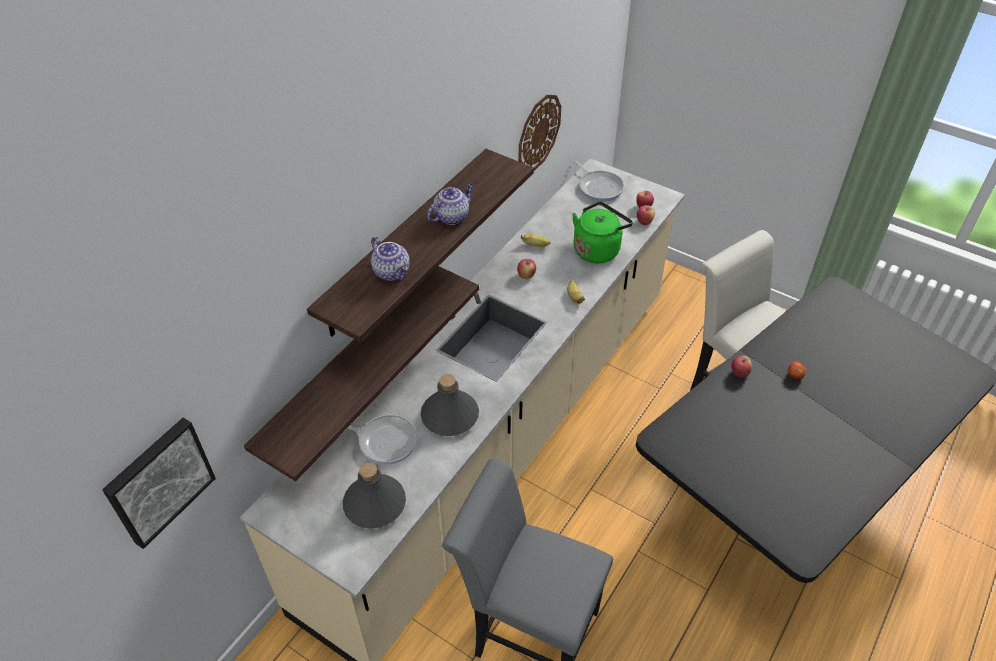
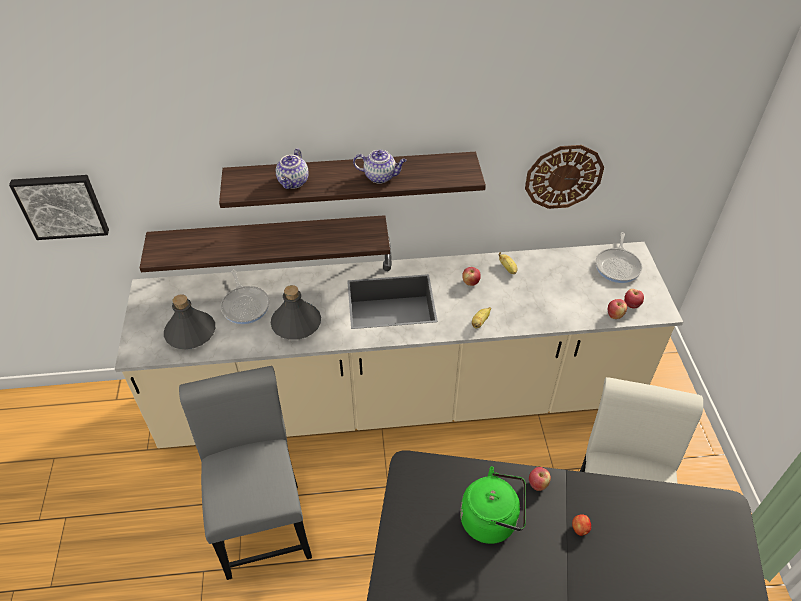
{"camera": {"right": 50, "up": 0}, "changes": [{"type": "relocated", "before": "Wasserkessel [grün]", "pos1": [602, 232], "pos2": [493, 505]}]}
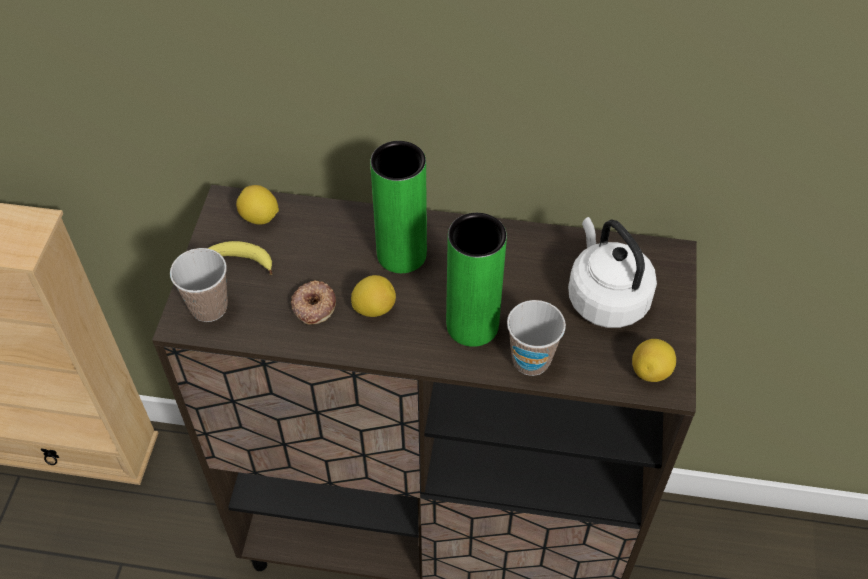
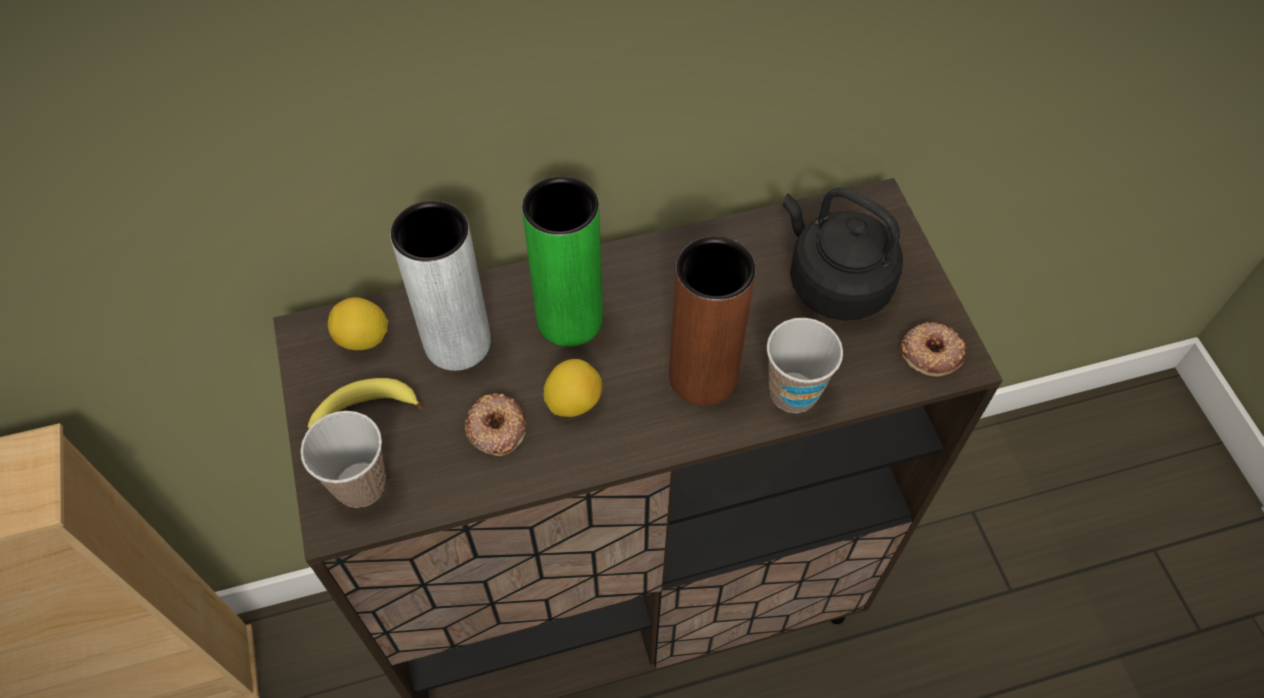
{"camera": {"right": -25, "up": 5}, "changes": [{"type": "appeared", "after": "Vase [grau]", "pos2": [440, 285]}, {"type": "colour", "before": "Vase [grün]", "after": "Vase [braun]", "pos1": [476, 280], "pos2": [712, 321]}, {"type": "colour", "before": "Wasserkessel [weiß]", "after": "Wasserkessel [schwarz]", "pos1": [612, 272], "pos2": [843, 254]}, {"type": "exchanged", "before": "Zitrone", "after": "Donut", "pos1": [654, 360], "pos2": [933, 349]}]}
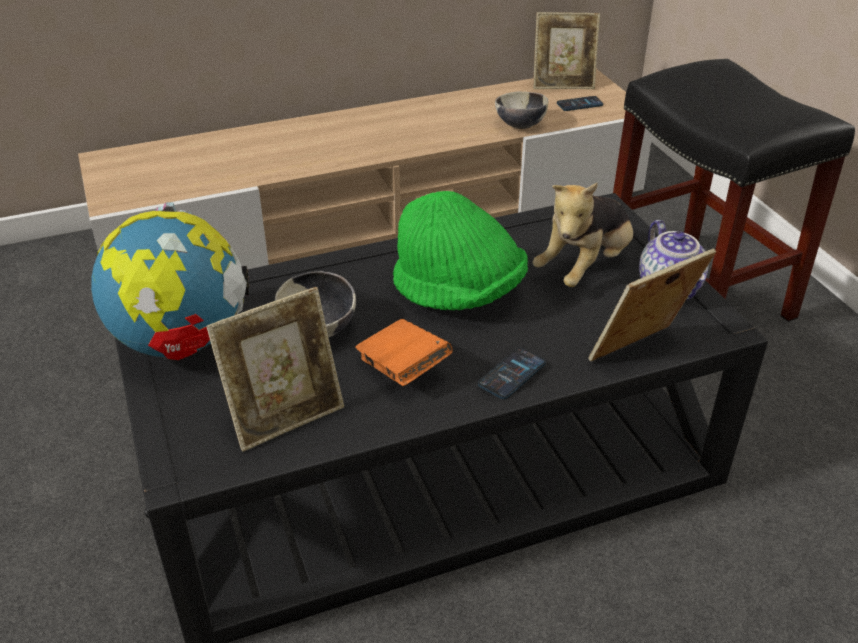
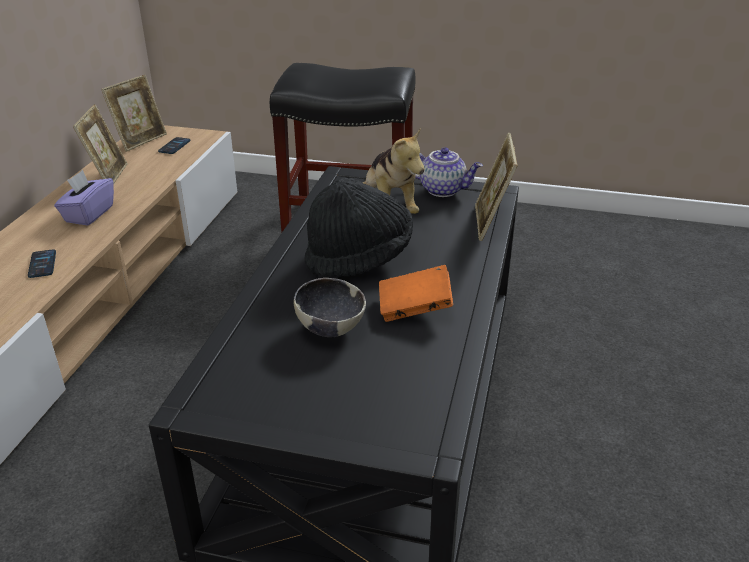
{"camera": {"right": -55, "up": -5}, "changes": [{"type": "relocated", "before": "Handy", "pos1": [512, 373], "pos2": [42, 263]}, {"type": "appeared", "after": "Taschentuchbox [lila]", "pos2": [84, 198]}, {"type": "relocated", "before": "Bilderrahmen", "pos1": [275, 369], "pos2": [100, 144]}, {"type": "colour", "before": "Hut [grün]", "after": "Hut [schwarz]", "pos1": [460, 250], "pos2": [358, 227]}, {"type": "missing", "before": "Globus", "pos1": [170, 281]}, {"type": "missing", "before": "Schüssel", "pos1": [522, 110]}]}
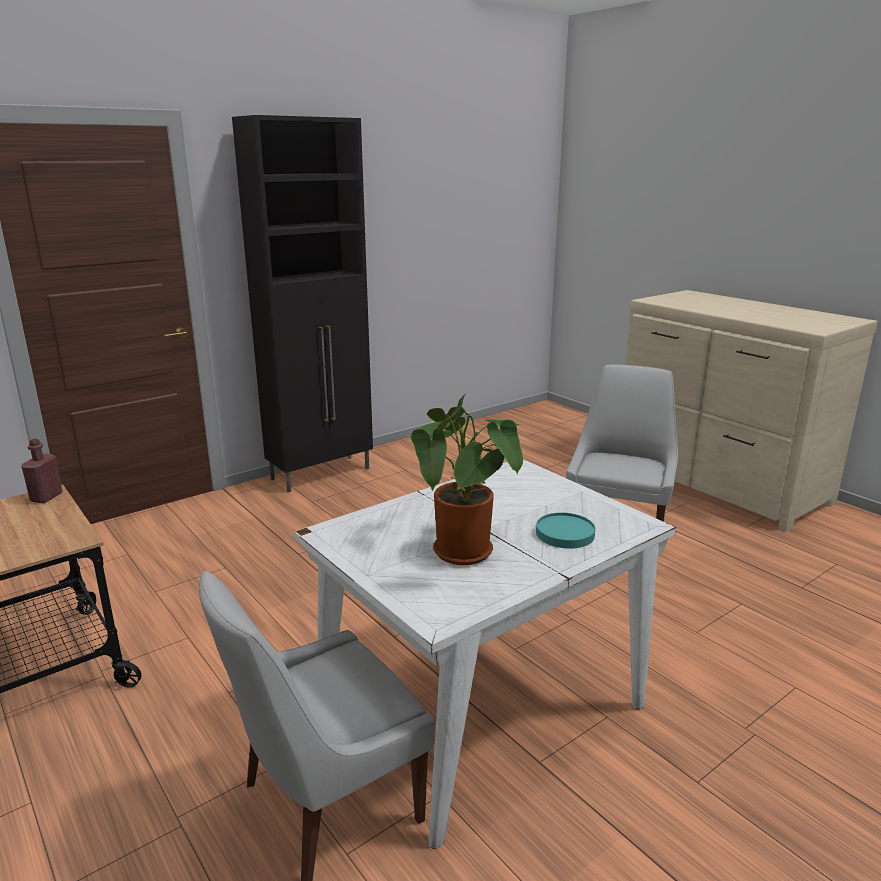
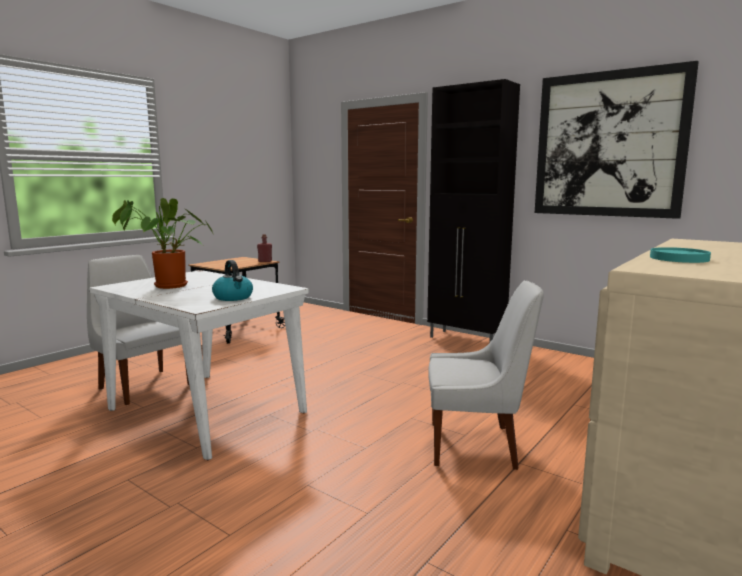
{"camera": {"right": 75, "up": -10}, "changes": [{"type": "appeared", "after": "Wasserkessel", "pos2": [232, 280]}, {"type": "appeared", "after": "Bild", "pos2": [617, 140]}, {"type": "relocated", "before": "Teller [türkis]", "pos1": [565, 531], "pos2": [680, 255]}]}
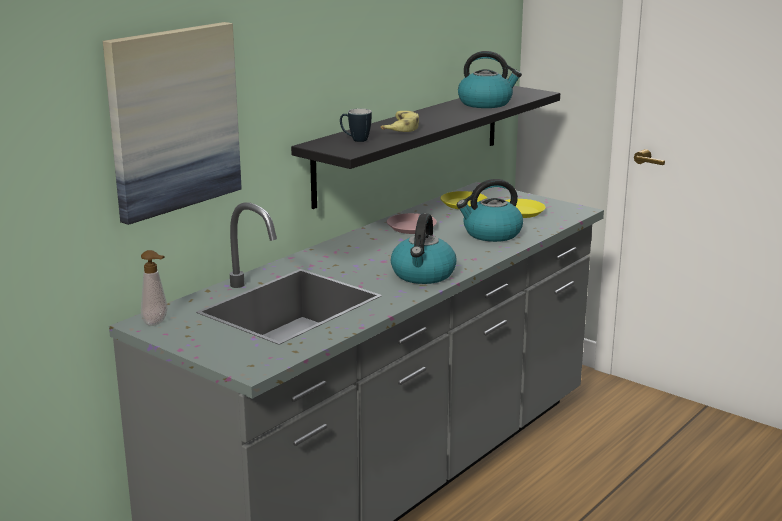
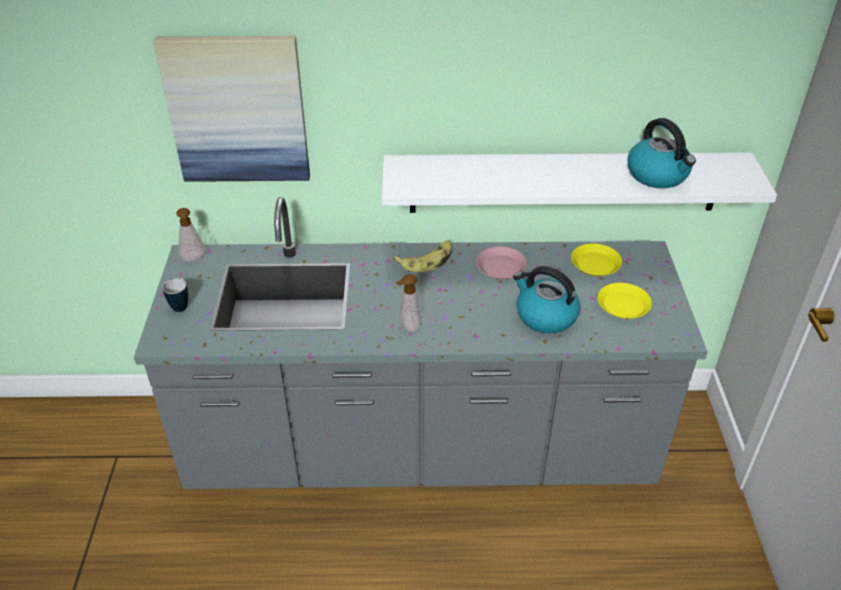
{"camera": {"right": 50, "up": 20}, "changes": [{"type": "relocated", "before": "Henkelbecher", "pos1": [356, 125], "pos2": [175, 295]}, {"type": "colour", "before": "Wandregal [schwarz]", "after": "Wandregal [weiß]", "pos1": [425, 147], "pos2": [579, 183]}, {"type": "relocated", "before": "Banane", "pos1": [400, 121], "pos2": [422, 256]}, {"type": "exchanged", "before": "Wasserkessel", "after": "Seifenspender", "pos1": [423, 248], "pos2": [408, 303]}]}
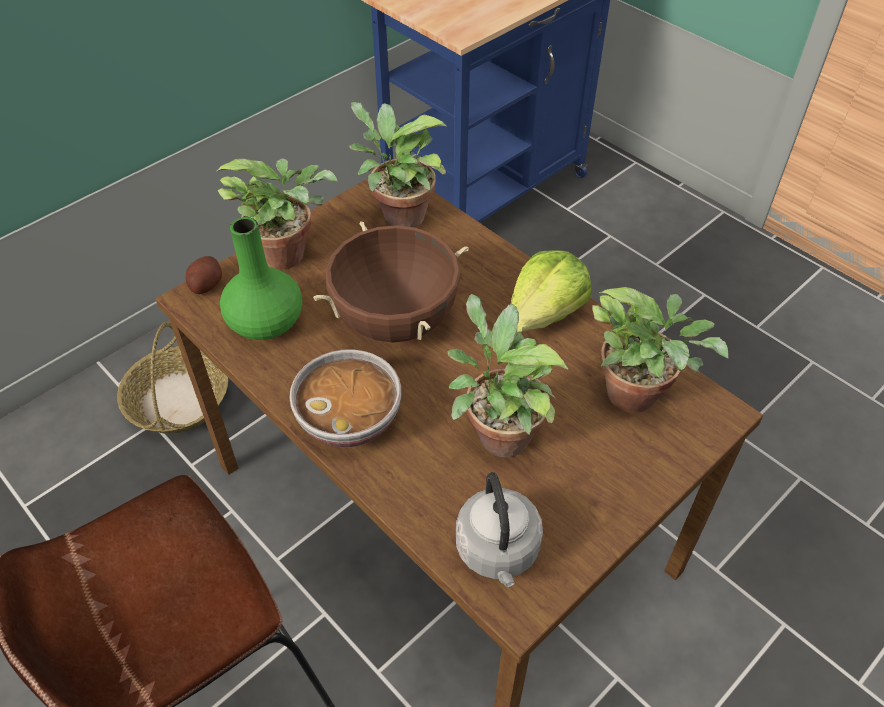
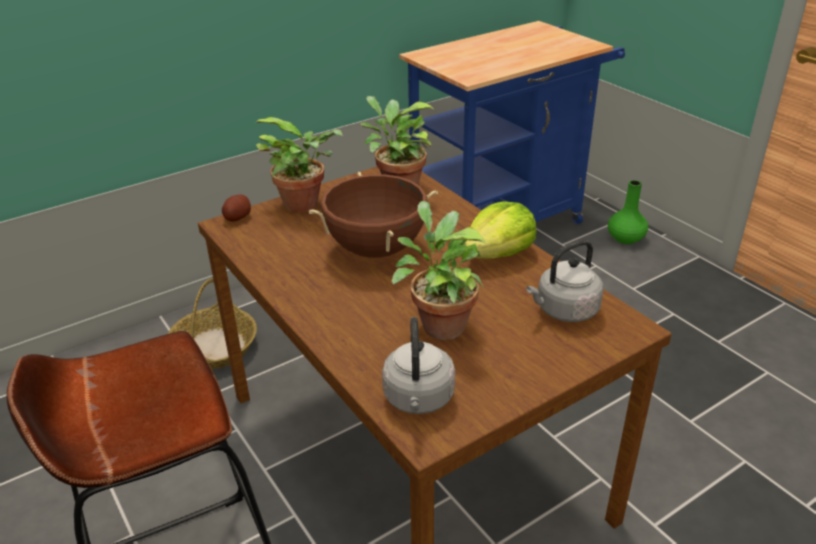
{"camera": {"right": 10, "up": -15}, "changes": [{"type": "exchanged", "before": "Topfpflanze", "after": "Wasserkessel [grau]", "pos1": [660, 350], "pos2": [565, 281]}, {"type": "relocated", "before": "Vase [grün]", "pos1": [261, 278], "pos2": [628, 212]}, {"type": "missing", "before": "Schüssel", "pos1": [345, 398]}]}
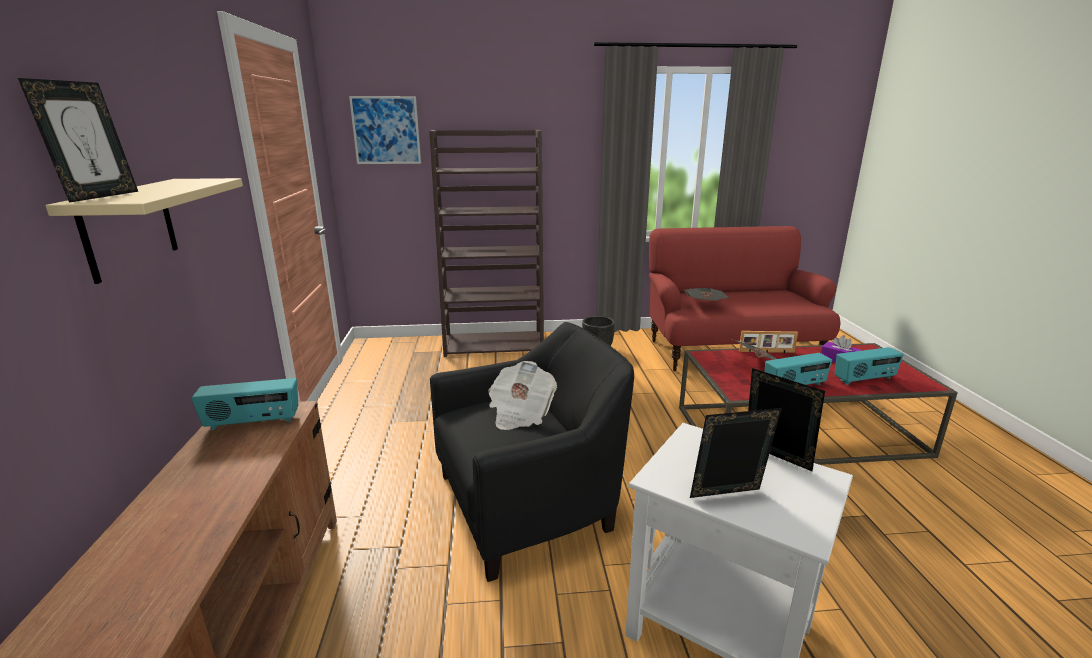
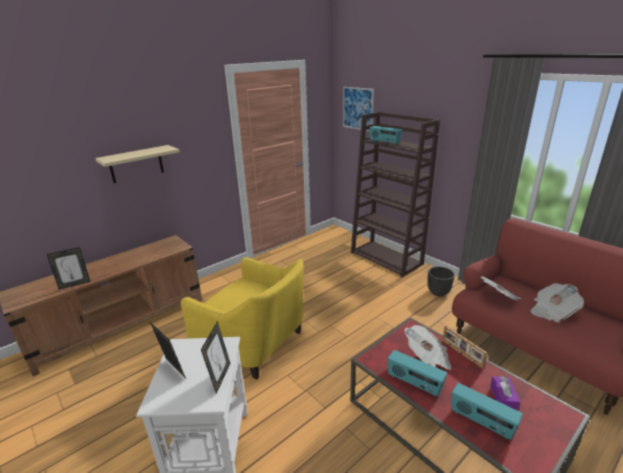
{"camera": {"right": 55, "up": 5}, "changes": [{"type": "relocated", "before": "Bilderrahmen", "pos1": [78, 140], "pos2": [69, 268]}, {"type": "colour", "before": "Sessel [schwarz]", "after": "Sessel [gelb]", "pos1": [532, 452], "pos2": [242, 318]}, {"type": "relocated", "before": "Radio", "pos1": [244, 404], "pos2": [385, 135]}, {"type": "relocated", "before": "Zeitung", "pos1": [522, 395], "pos2": [557, 303]}]}
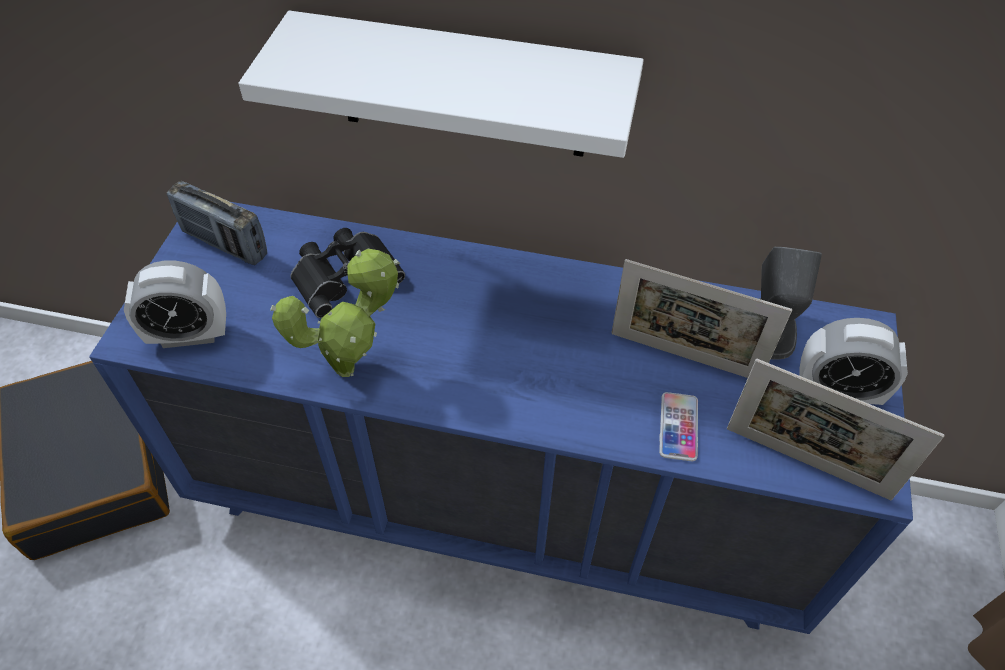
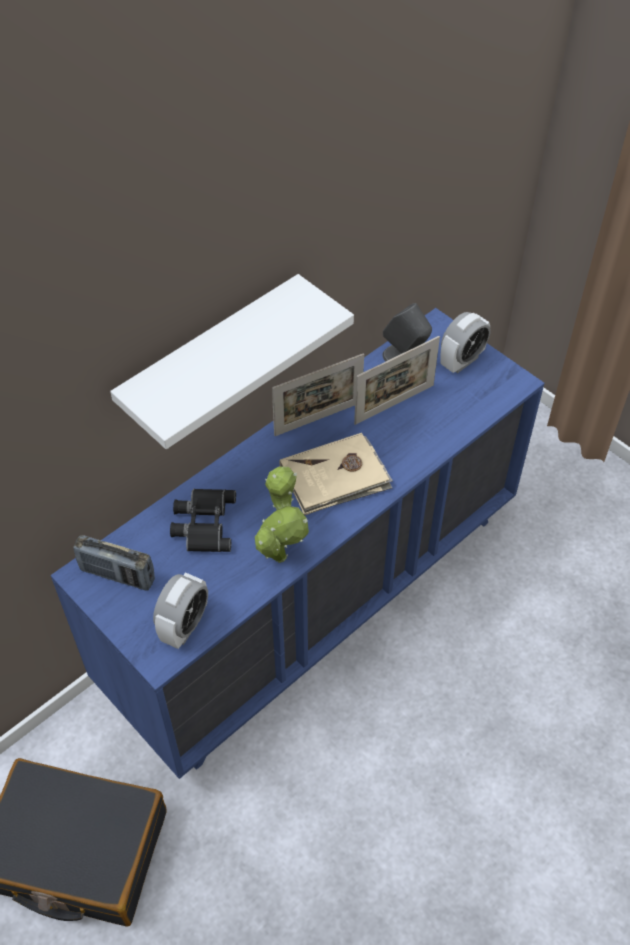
{"camera": {"right": -55, "up": 0}, "changes": [{"type": "spun", "before": "Radio", "pos1": [217, 223], "pos2": [114, 563], "turn": 45}, {"type": "relocated", "before": "Bilderrahmen", "pos1": [835, 429], "pos2": [318, 394]}, {"type": "appeared", "after": "Buch [beige]", "pos2": [336, 474]}, {"type": "missing", "before": "Handy", "pos1": [678, 426]}]}
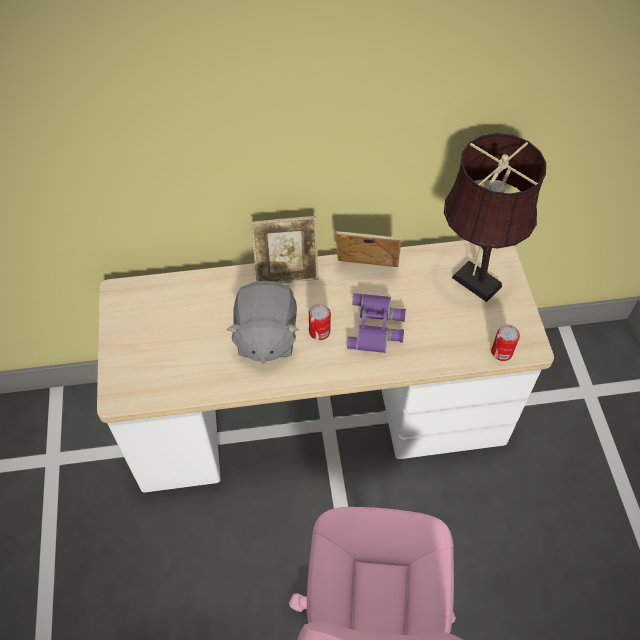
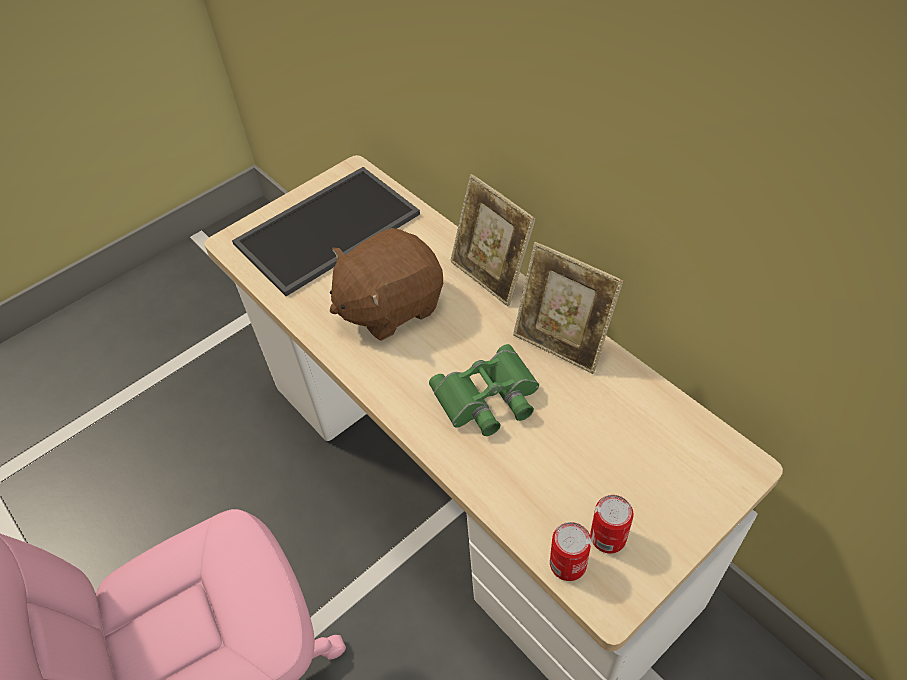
{"camera": {"right": 60, "up": -5}, "changes": [{"type": "appeared", "after": "Tablett", "pos2": [326, 231]}, {"type": "colour", "before": "Plüschtier [grau]", "after": "Plüschtier [braun]", "pos1": [262, 322], "pos2": [386, 284]}, {"type": "colour", "before": "Fernglas [lila]", "after": "Fernglas [grün]", "pos1": [376, 323], "pos2": [484, 390]}, {"type": "spun", "before": "Bilderrahmen", "pos1": [368, 249], "pos2": [568, 308], "turn": 150}, {"type": "relocated", "before": "Dose", "pos1": [320, 322], "pos2": [612, 524]}, {"type": "missing", "before": "Tischlampe [braun]", "pos1": [495, 217]}]}
